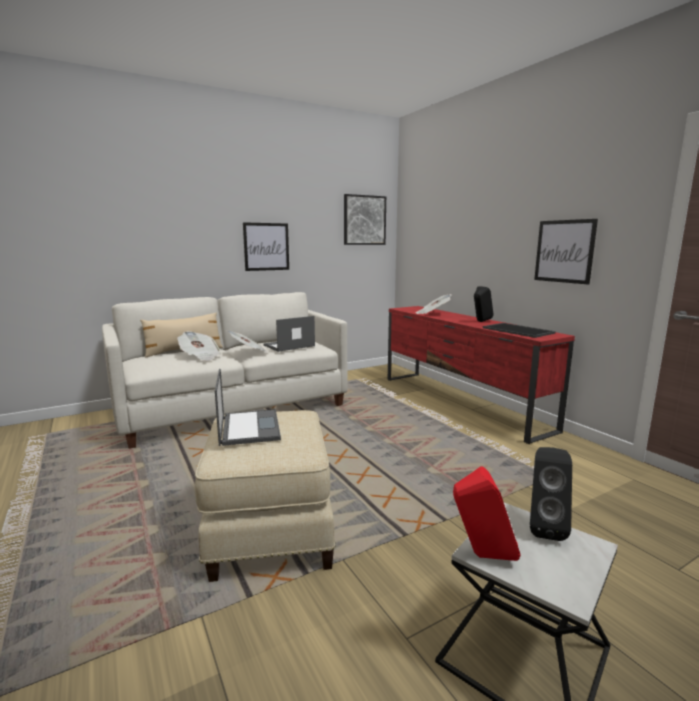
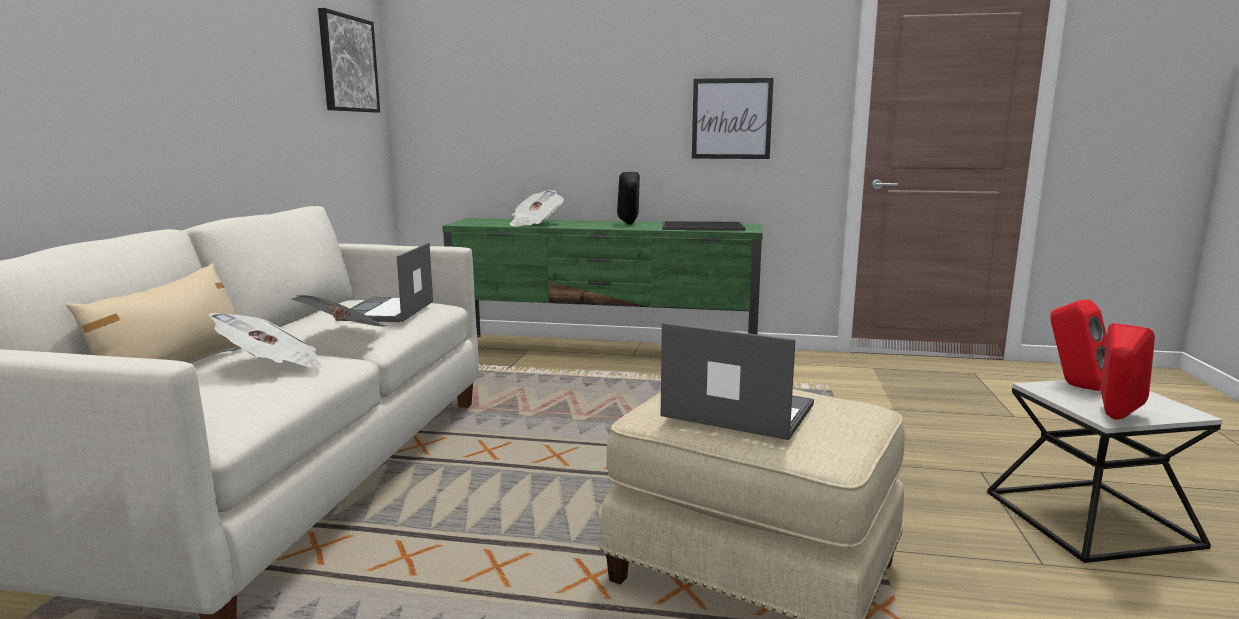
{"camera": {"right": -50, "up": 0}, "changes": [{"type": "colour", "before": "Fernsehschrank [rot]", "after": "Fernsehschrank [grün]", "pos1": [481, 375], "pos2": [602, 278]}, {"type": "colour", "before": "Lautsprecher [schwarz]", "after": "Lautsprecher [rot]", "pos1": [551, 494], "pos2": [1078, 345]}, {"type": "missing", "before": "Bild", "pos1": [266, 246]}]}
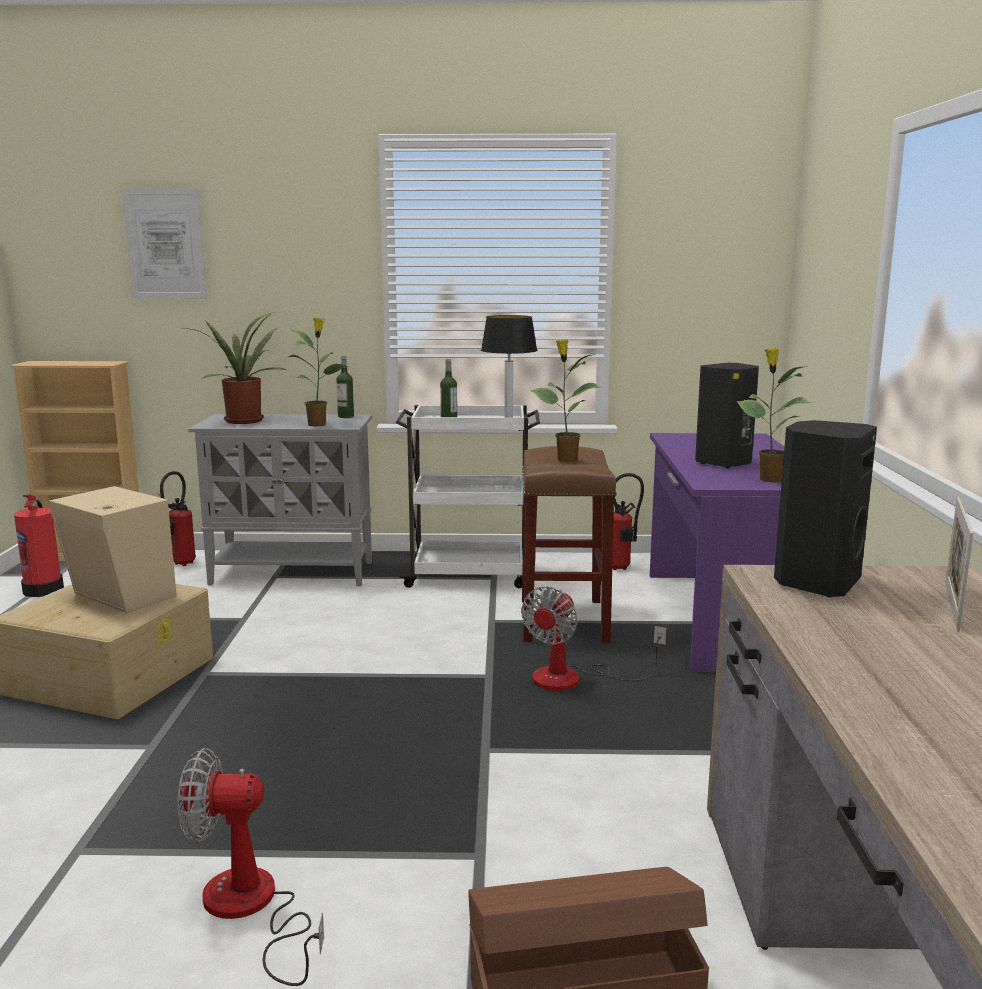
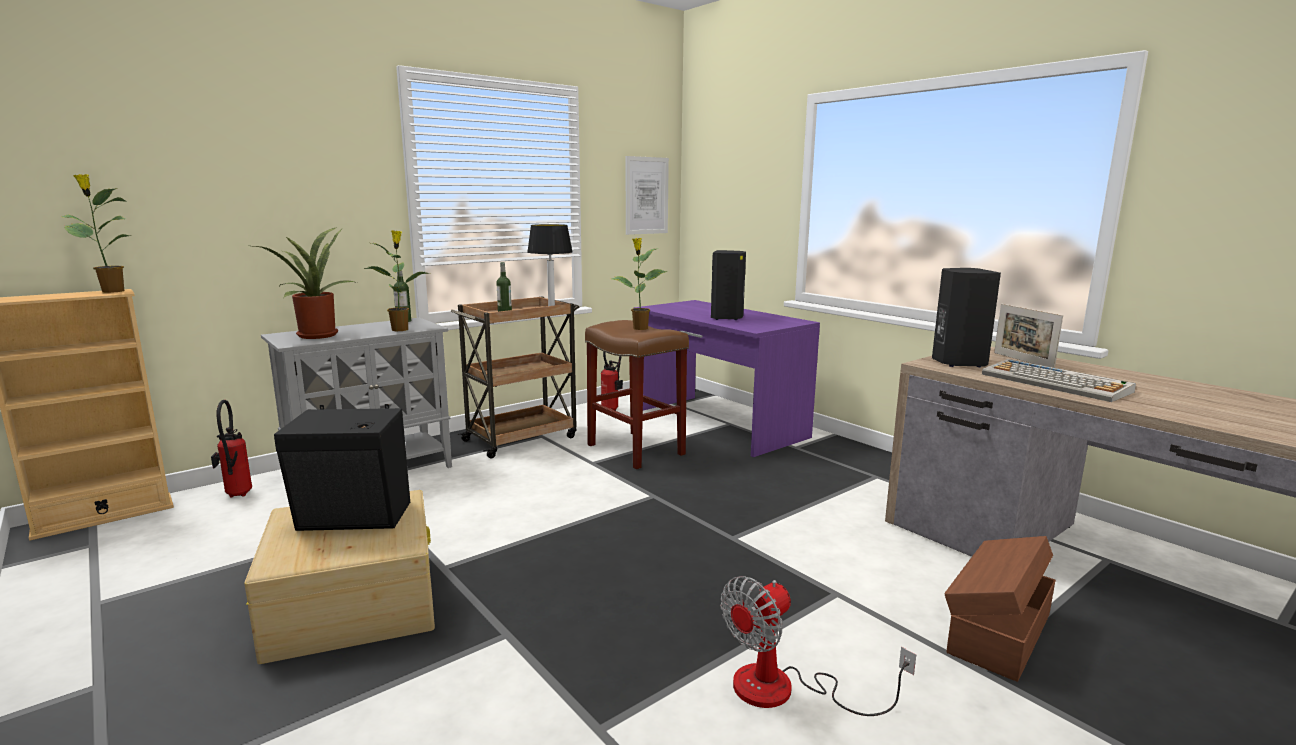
{"camera": {"right": -40, "up": 0}, "changes": [{"type": "relocated", "before": "Topfpflanze", "pos1": [774, 415], "pos2": [96, 233]}, {"type": "colour", "before": "Lautsprecher [beige]", "after": "Lautsprecher [schwarz]", "pos1": [113, 548], "pos2": [342, 467]}, {"type": "colour", "before": "Rollwagen [weiß]", "after": "Rollwagen [braun]", "pos1": [468, 496], "pos2": [515, 377]}, {"type": "relocated", "before": "Bild", "pos1": [164, 243], "pos2": [647, 195]}, {"type": "appeared", "after": "Tastatur", "pos2": [1059, 380]}, {"type": "missing", "before": "Feuerlöscher", "pos1": [39, 546]}, {"type": "missing", "before": "Ventilator", "pos1": [593, 638]}]}
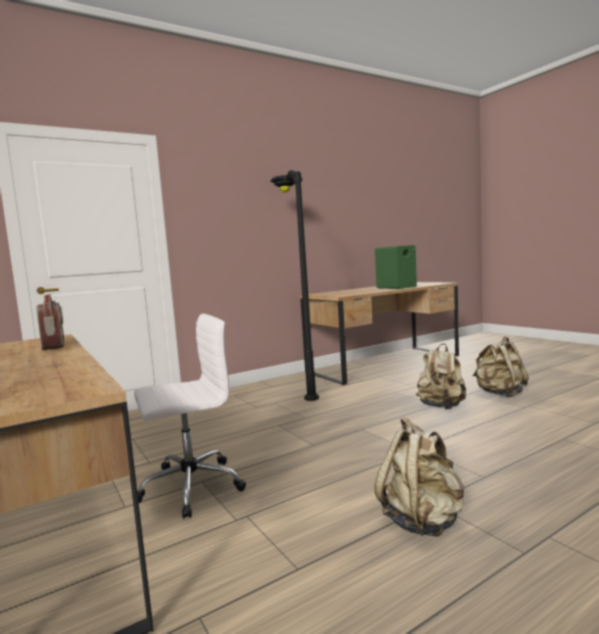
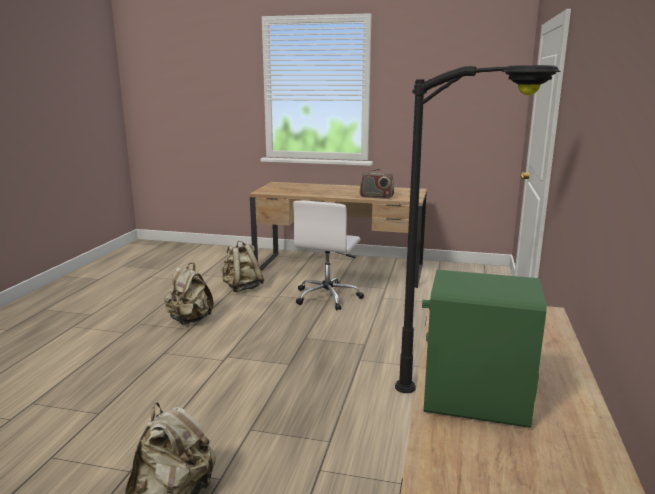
{"camera": {"right": 135, "up": 10}, "changes": [{"type": "relocated", "before": "Rucksack [beige]", "pos1": [441, 376], "pos2": [243, 266]}]}
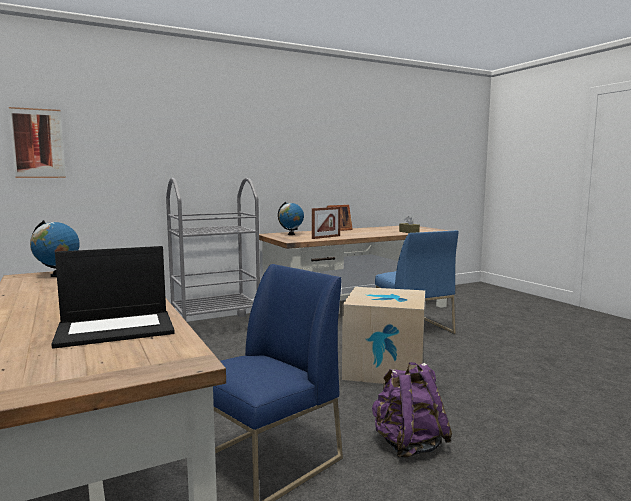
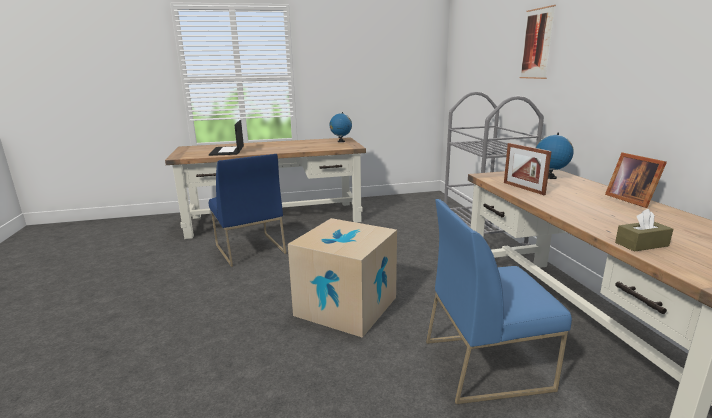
{"camera": {"right": 105, "up": 10}, "changes": [{"type": "relocated", "before": "Bild", "pos1": [37, 142], "pos2": [538, 42]}, {"type": "missing", "before": "Rucksack [lila]", "pos1": [412, 410]}]}
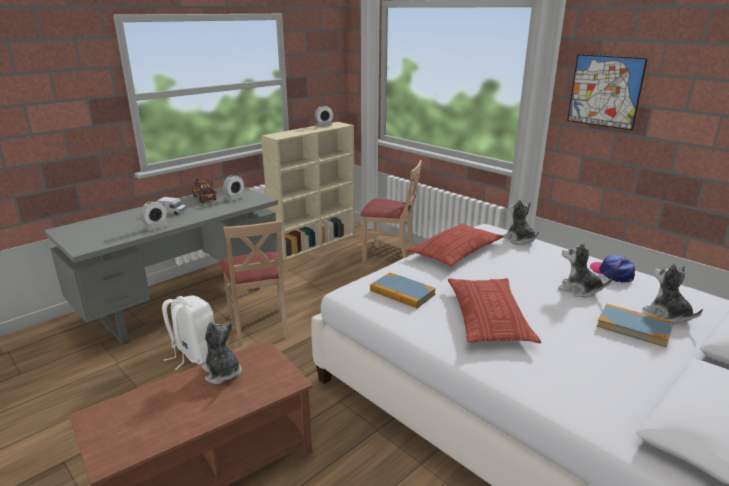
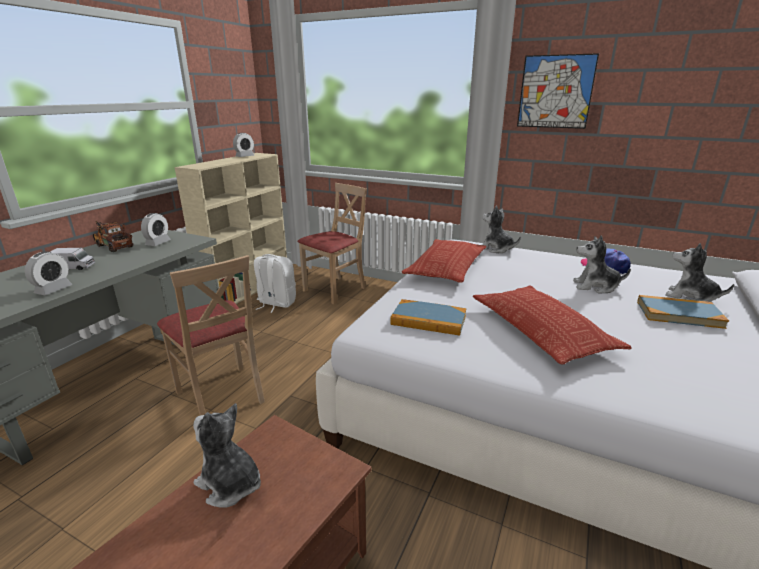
{"camera": {"right": -20, "up": 0}, "changes": [{"type": "relocated", "before": "Rucksack [weiß]", "pos1": [188, 332], "pos2": [275, 283]}, {"type": "spun", "before": "Stuhl [beige]", "pos1": [391, 211], "pos2": [332, 243], "turn": -45}]}
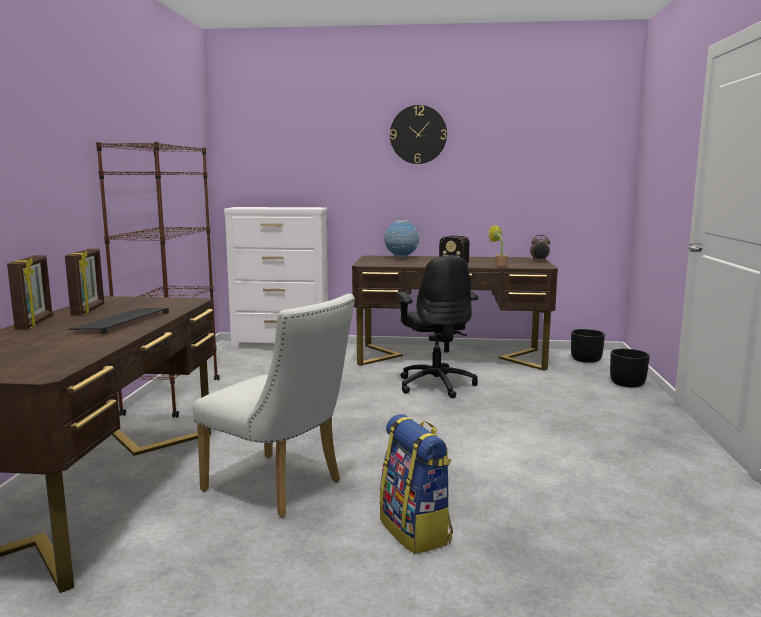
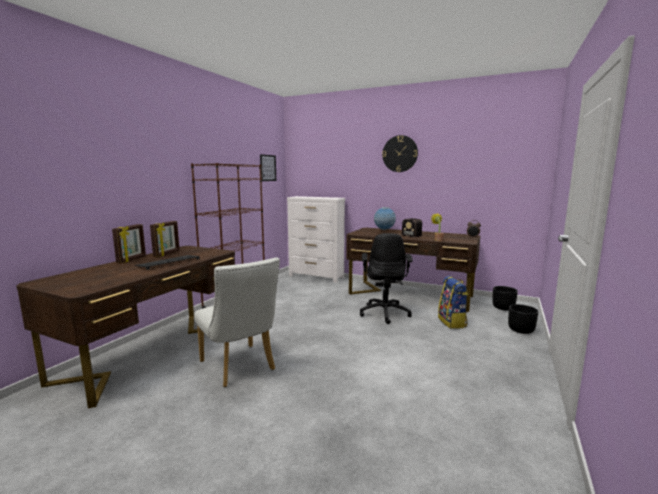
{"camera": {"right": 20, "up": 0}, "changes": [{"type": "appeared", "after": "Bild", "pos2": [268, 167]}, {"type": "relocated", "before": "Rucksack", "pos1": [416, 484], "pos2": [453, 302]}]}
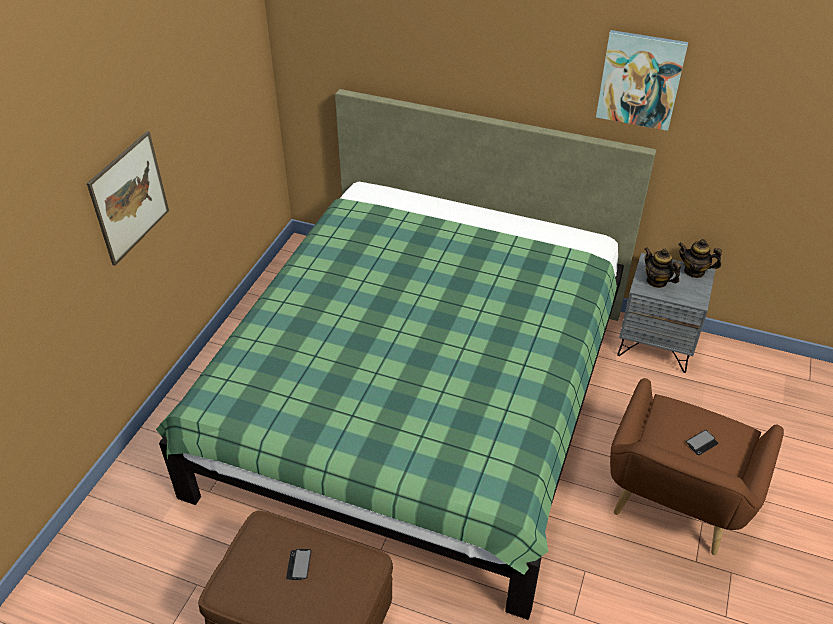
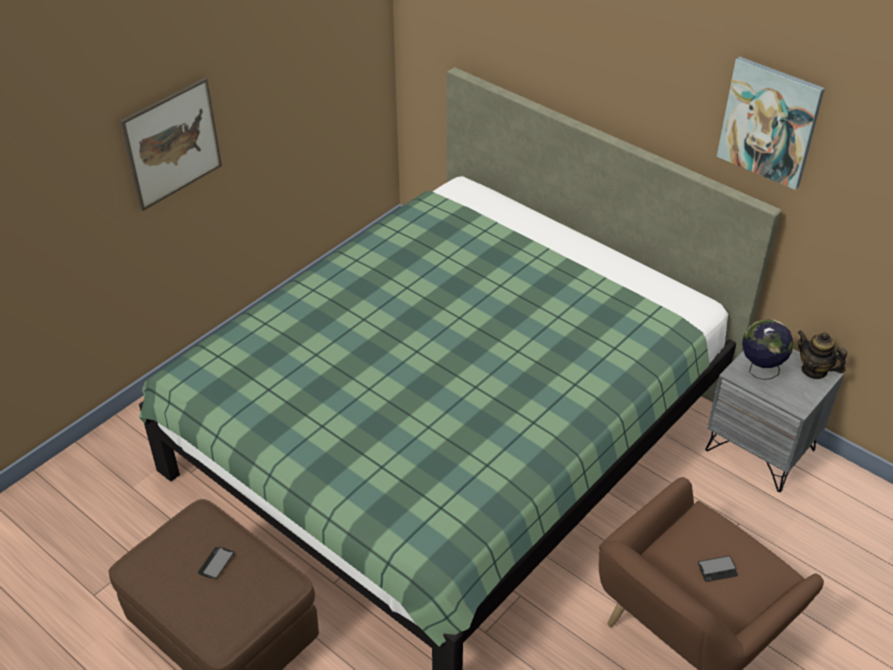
{"camera": {"right": 20, "up": 0}, "changes": [{"type": "exchanged", "before": "Teekanne", "after": "Globus", "pos1": [663, 267], "pos2": [767, 349]}]}
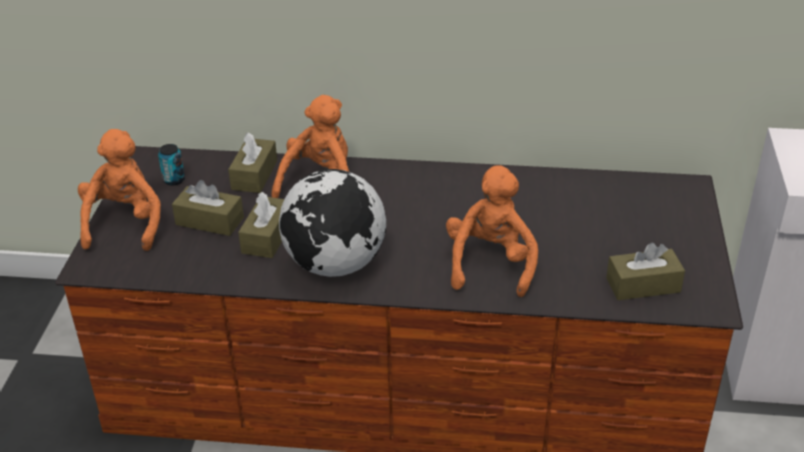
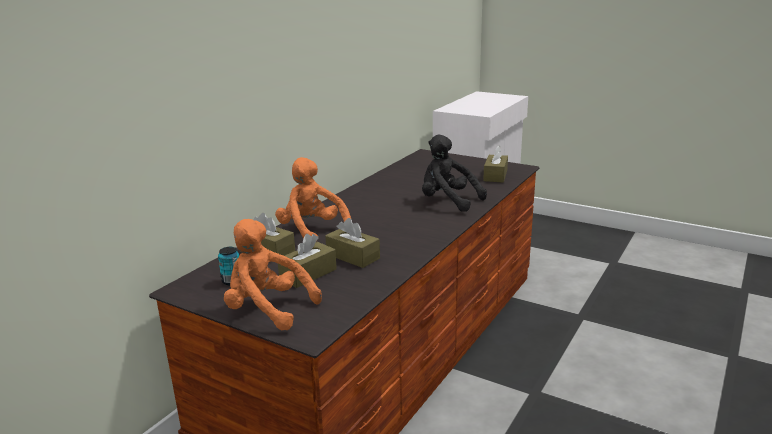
{"camera": {"right": -65, "up": -15}, "changes": [{"type": "colour", "before": "Plüschtier [orange]", "after": "Plüschtier [schwarz]", "pos1": [492, 231], "pos2": [454, 173]}, {"type": "missing", "before": "Globus", "pos1": [332, 223]}]}
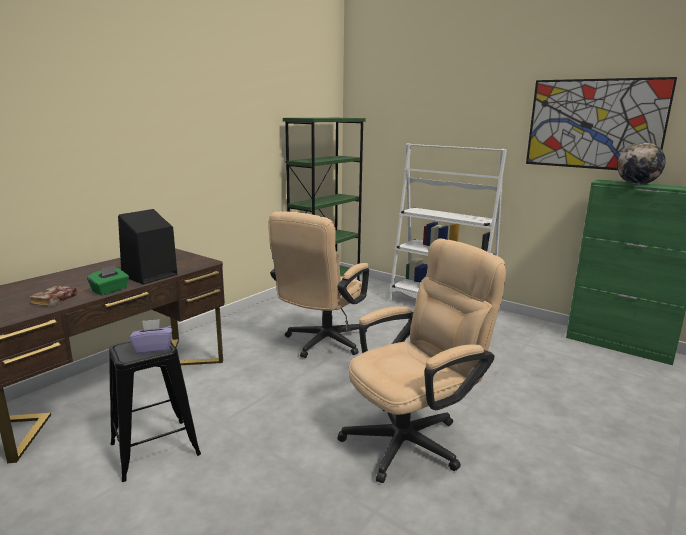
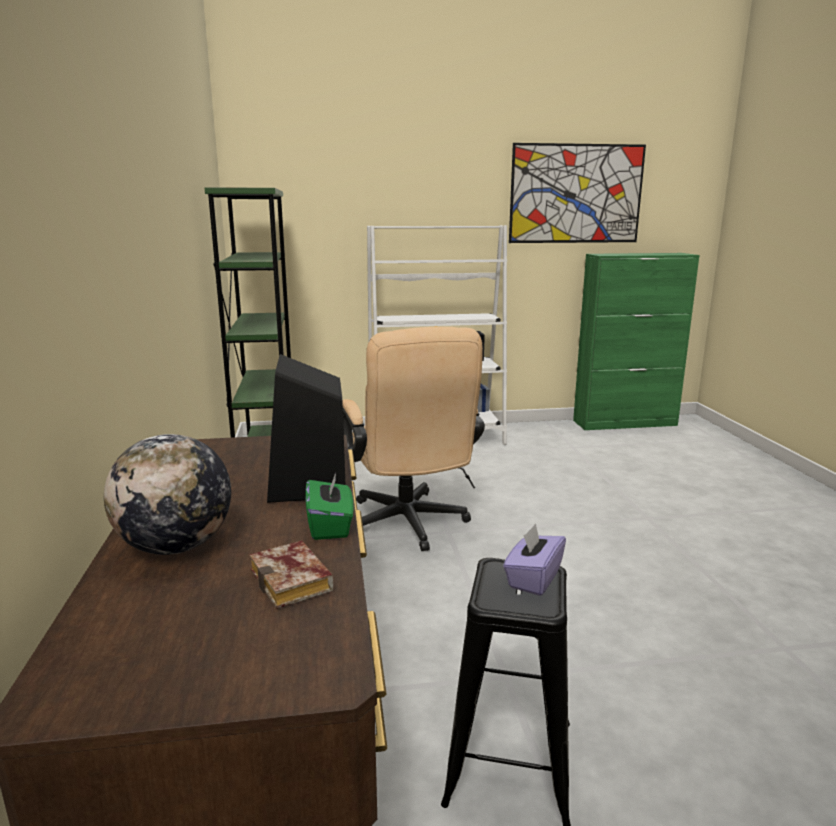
{"camera": {"right": -45, "up": 0}, "changes": [{"type": "relocated", "before": "Globus", "pos1": [641, 163], "pos2": [167, 494]}, {"type": "missing", "before": "Bürostuhl [beige]", "pos1": [421, 360]}]}
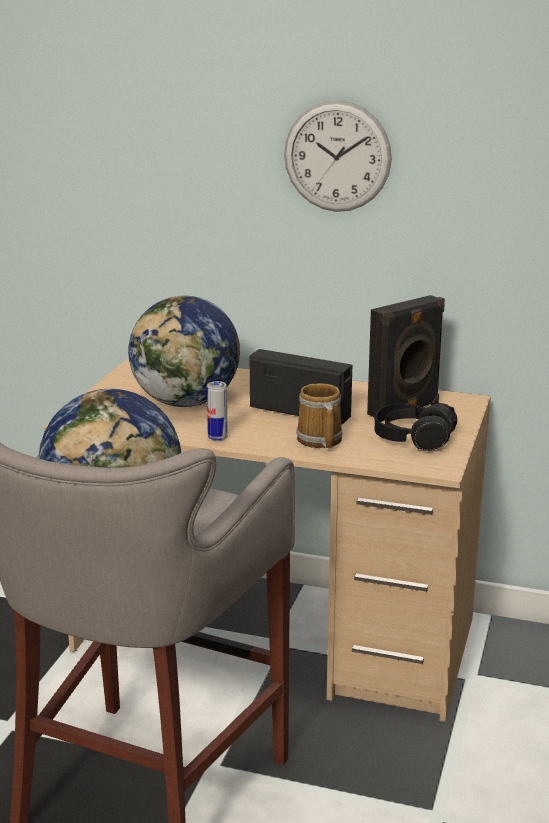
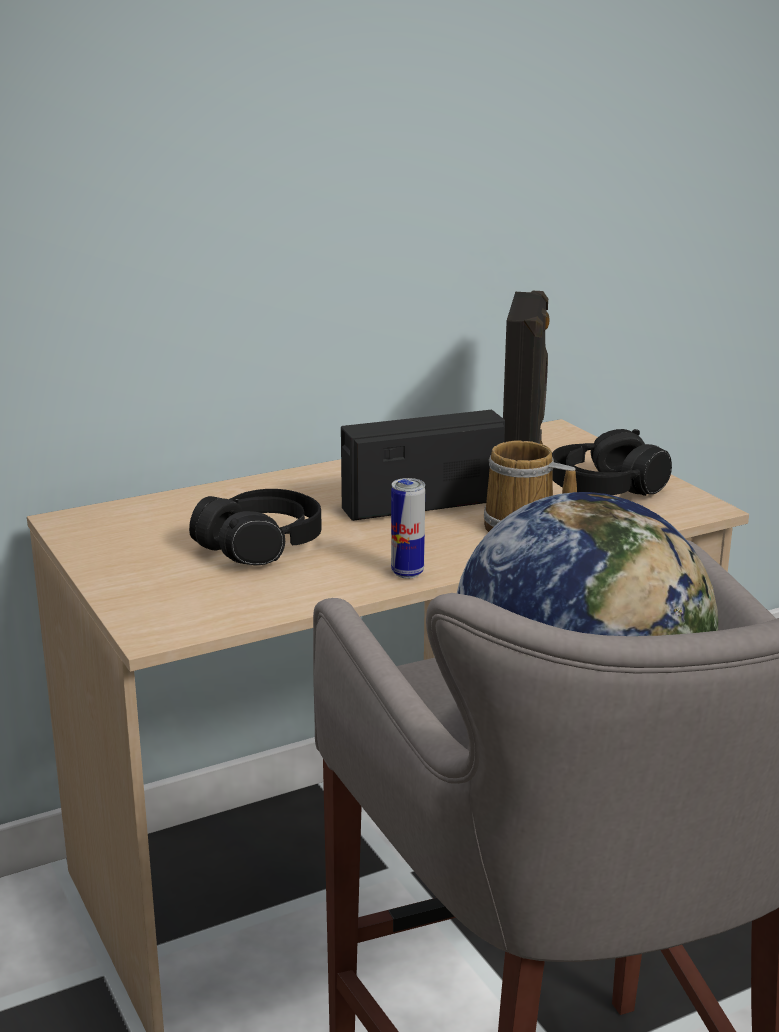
{"camera": {"right": -45, "up": 0}, "changes": [{"type": "exchanged", "before": "Globus", "after": "Kopfhörer [schwarz]", "pos1": [184, 351], "pos2": [255, 527]}, {"type": "missing", "before": "Wanduhr", "pos1": [338, 156]}]}
